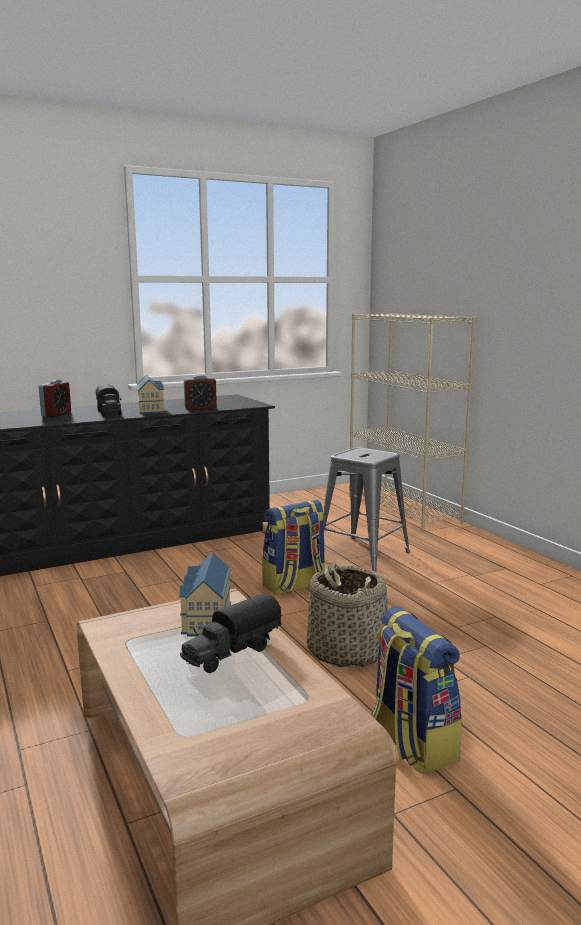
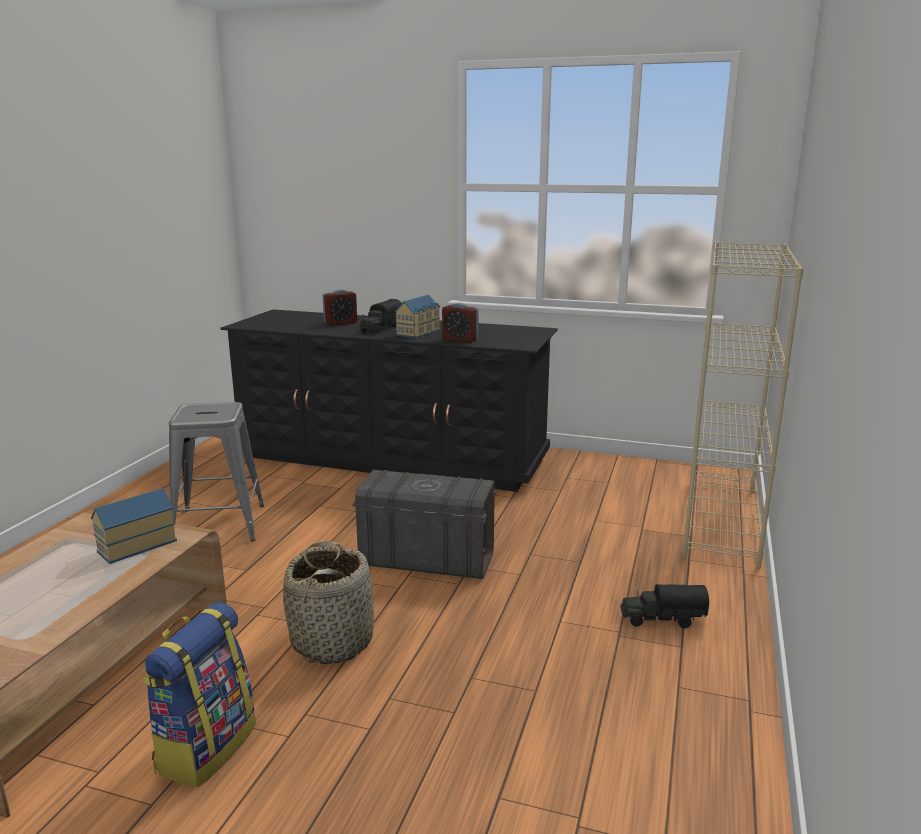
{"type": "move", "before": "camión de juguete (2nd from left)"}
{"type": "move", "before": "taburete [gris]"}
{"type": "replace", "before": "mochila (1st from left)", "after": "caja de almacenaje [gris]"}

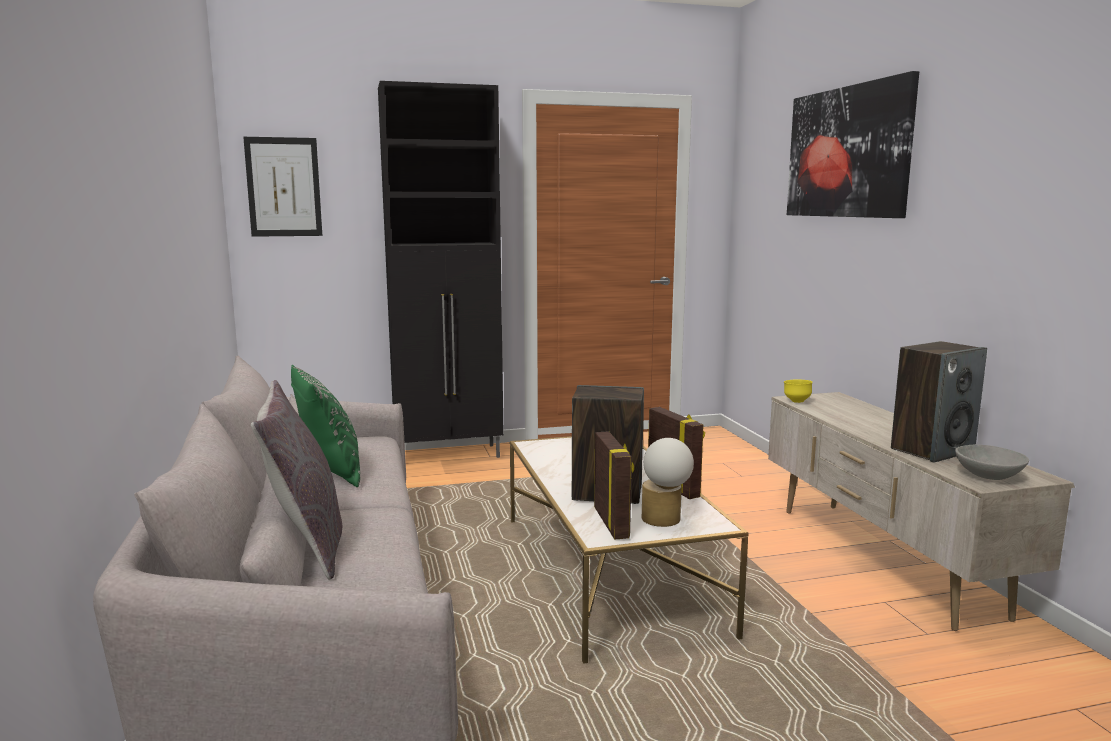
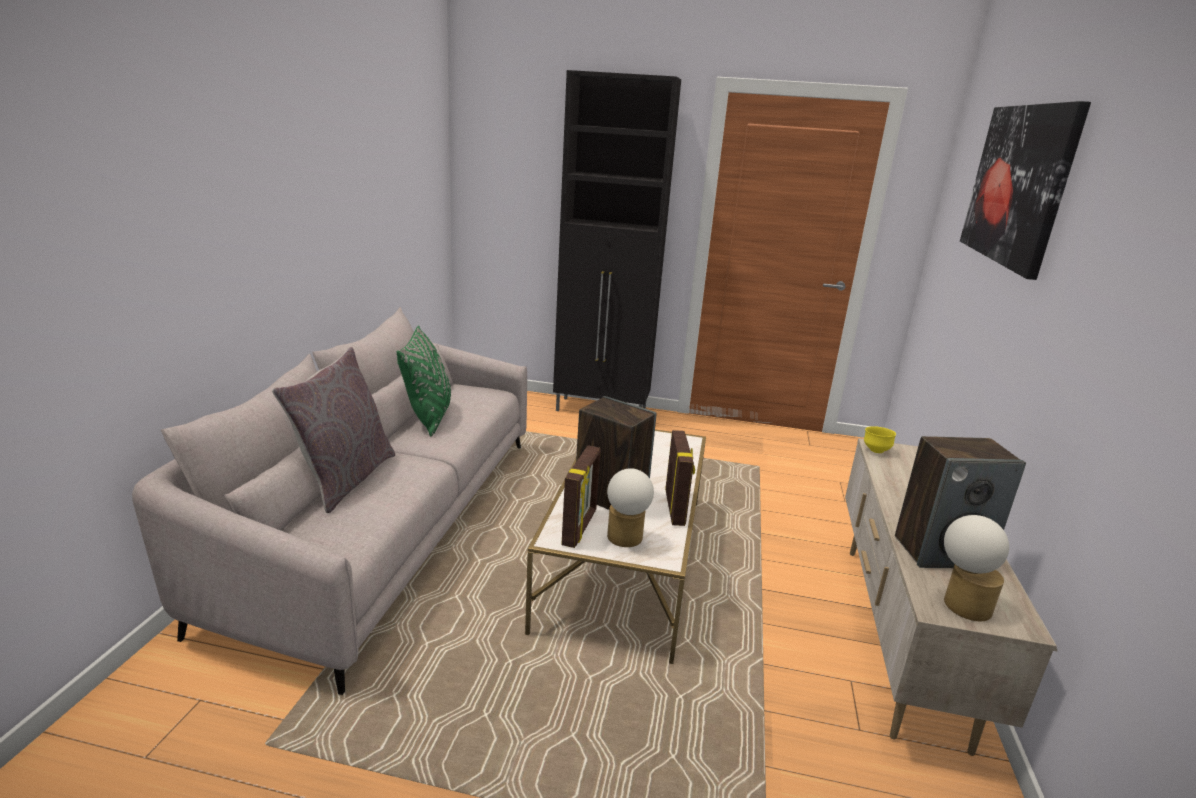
{"type": "delete", "before": "cuadro (1st from left)"}
{"type": "replace", "before": "cuenco [gris]", "after": "lámpara de mesa (2nd from left)"}

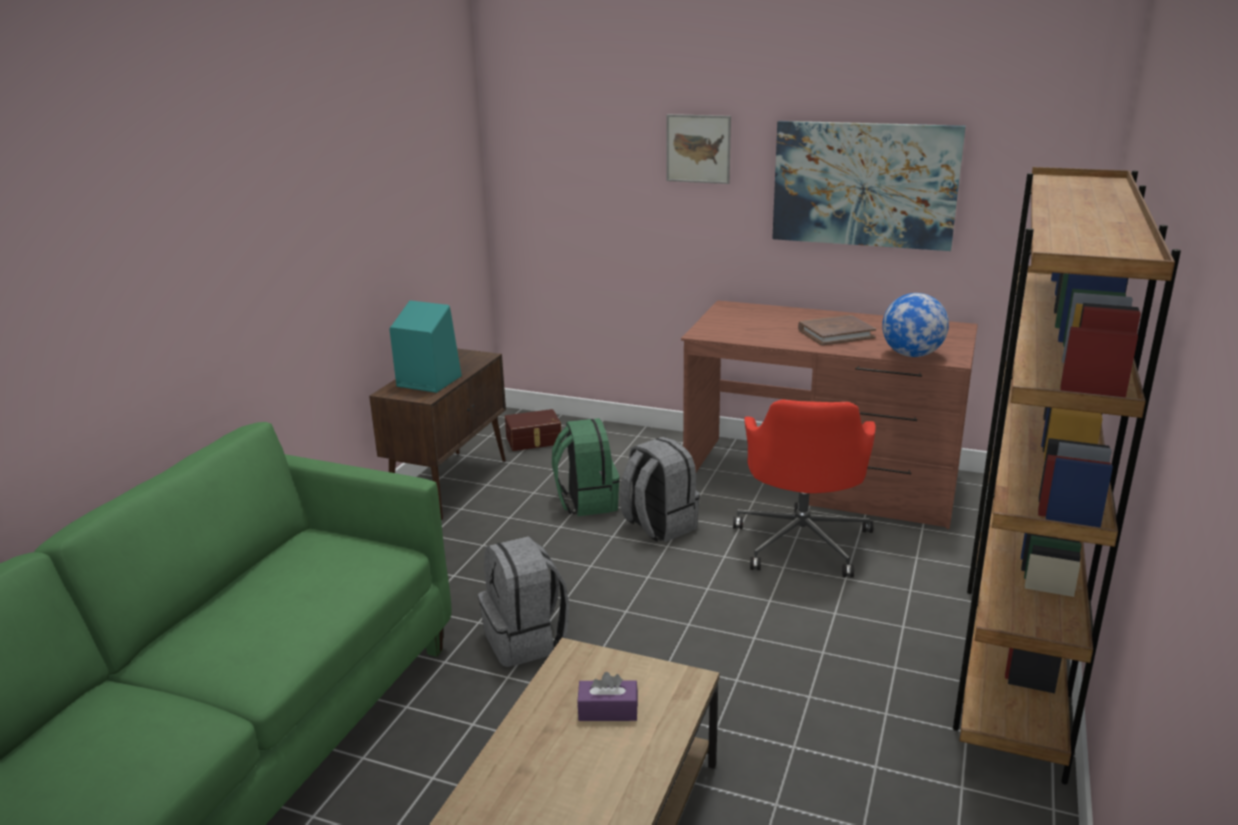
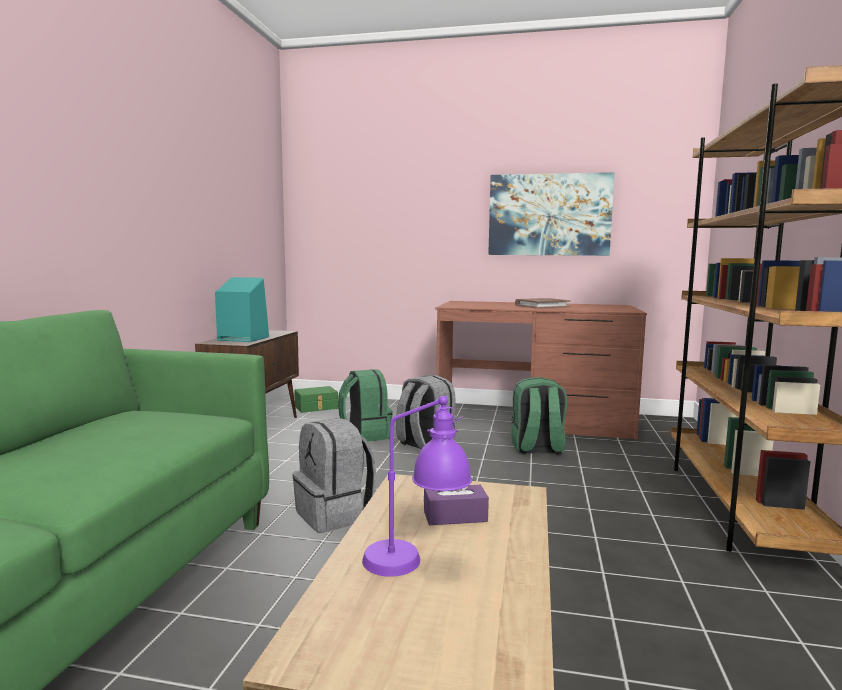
{"type": "delete", "before": "cuadro (1st from left)"}
{"type": "delete", "before": "globo terráqueo"}
{"type": "insert", "after": "lámpara de mesa [morado]"}
{"type": "replace", "before": "silla de oficina [rojo]", "after": "mochila [verde] (2nd from left)"}
{"type": "recolor", "before": "caja de almacenaje [marrón]", "after": "caja de almacenaje [verde]"}

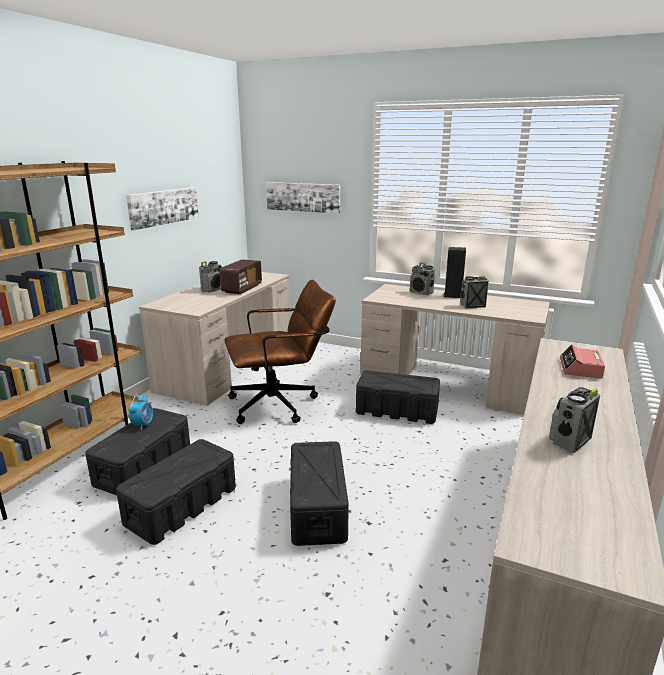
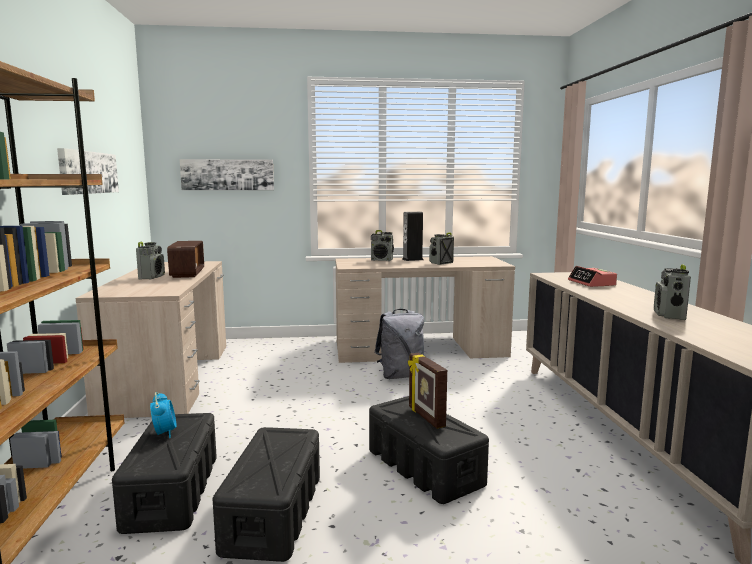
{"type": "delete", "before": "silla de oficina [marrón]"}
{"type": "insert", "after": "portarretratos"}
{"type": "replace", "before": "caja de almacenaje [negro] (4th from left)", "after": "mochila [gris]"}

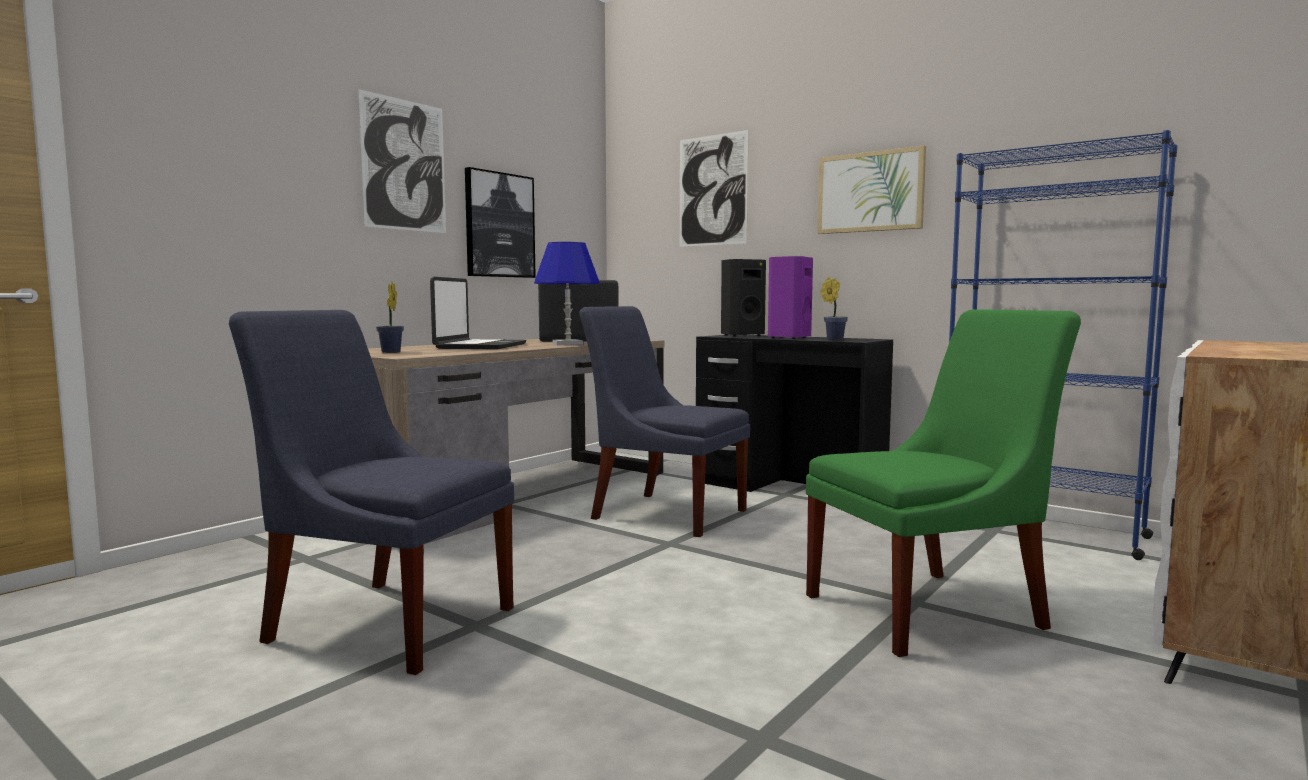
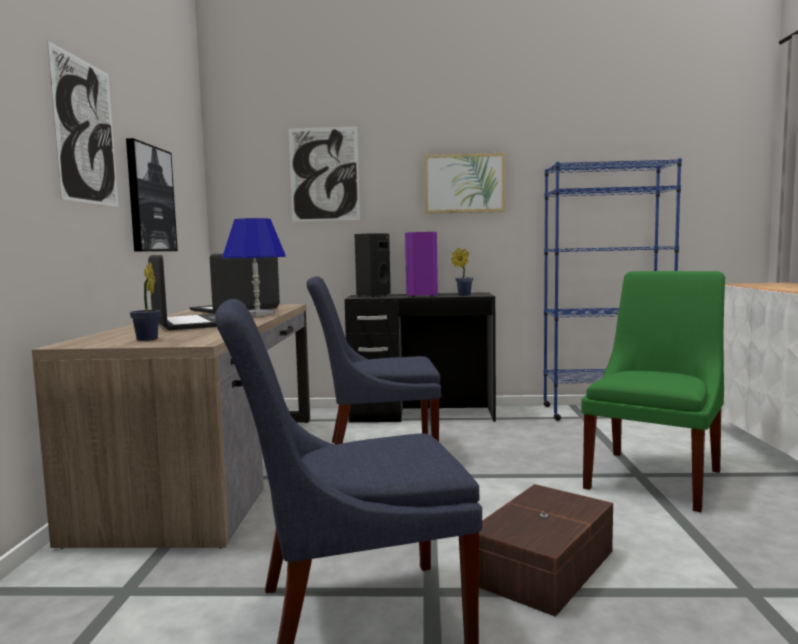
{"type": "insert", "after": "caja de almacenaje [marrón]"}

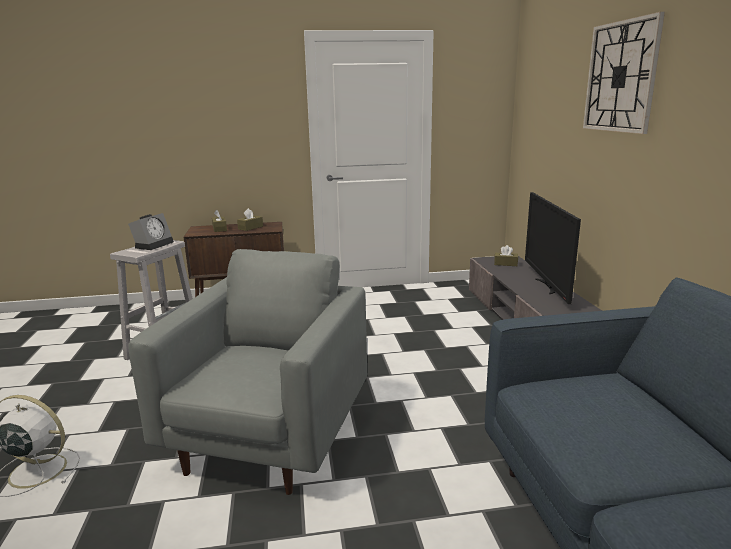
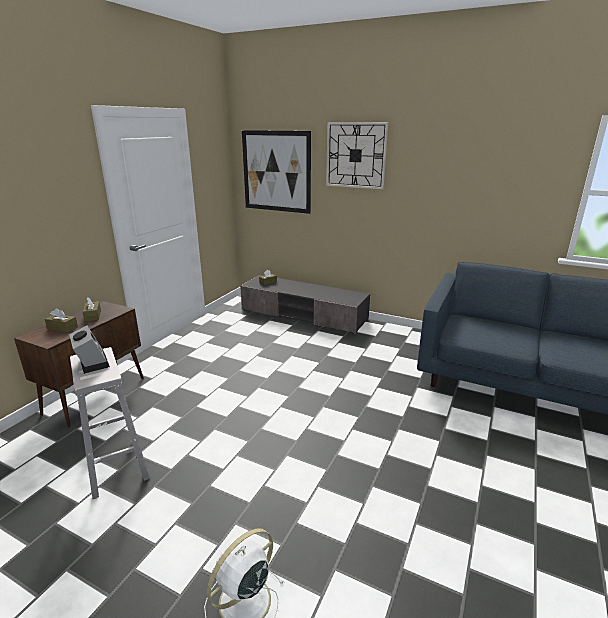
{"type": "delete", "before": "sillón [gris]"}
{"type": "delete", "before": "televisor"}
{"type": "insert", "after": "cuadro"}

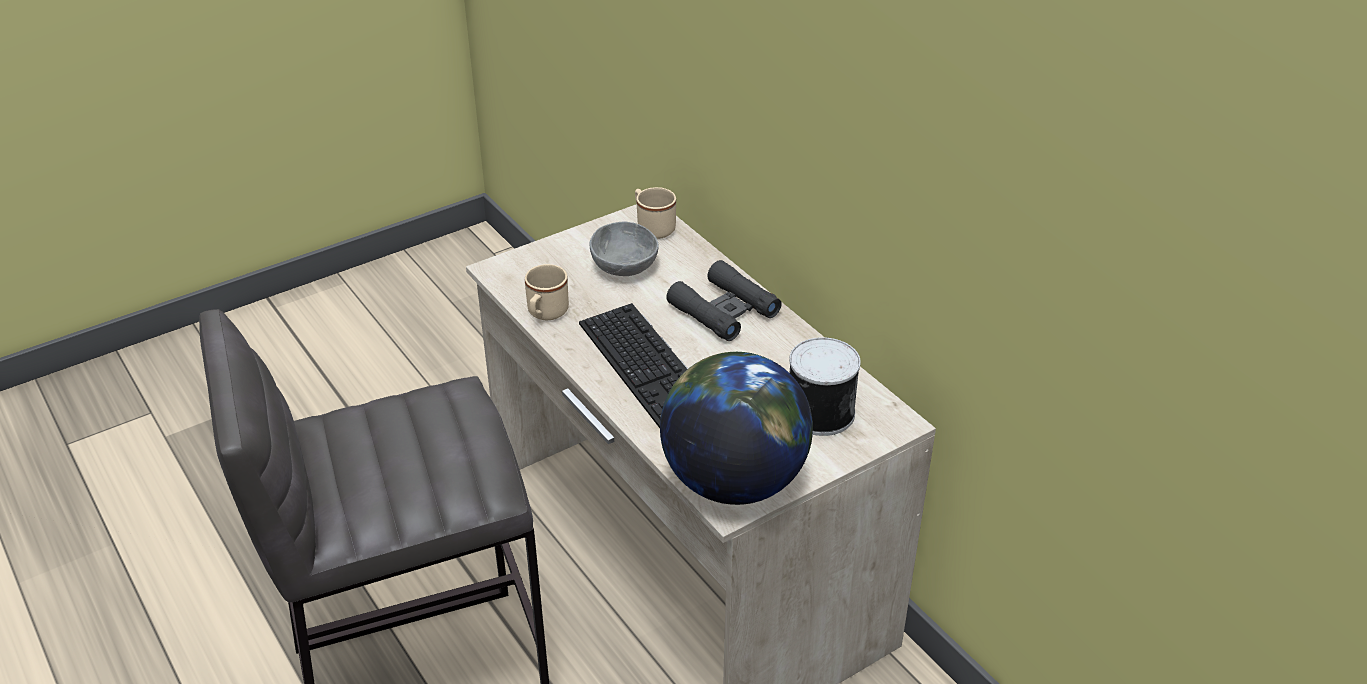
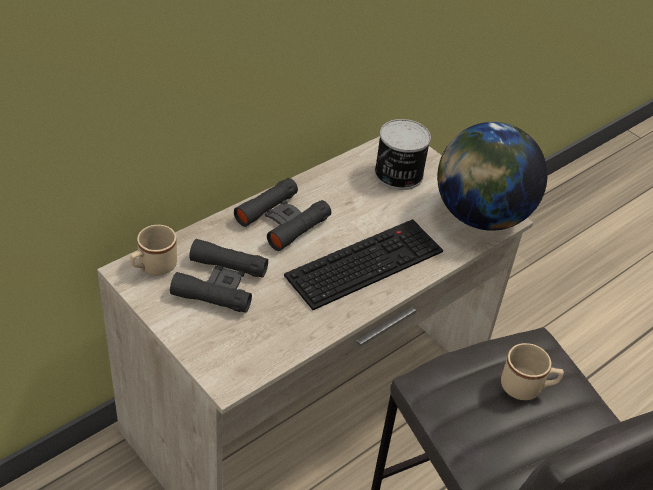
{"type": "move", "before": "taza grande [beis] (1st from left in the first image)", "after": "taza grande [beis] (2nd from left)"}
{"type": "replace", "before": "cuenco [gris]", "after": "prismáticos [negro] (1st from left)"}

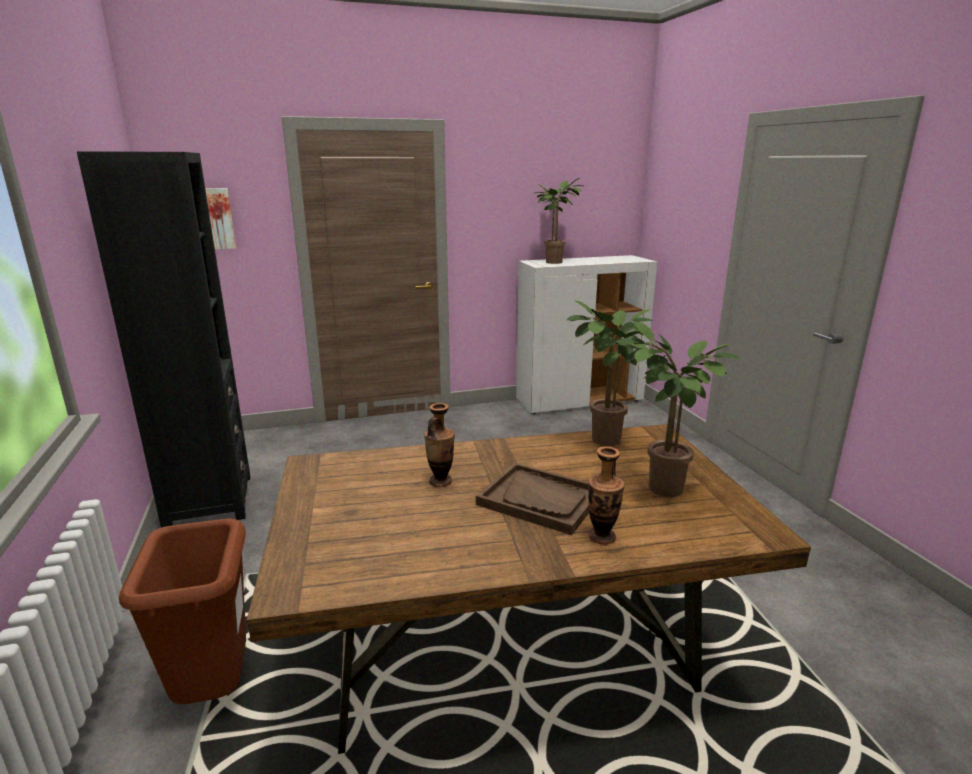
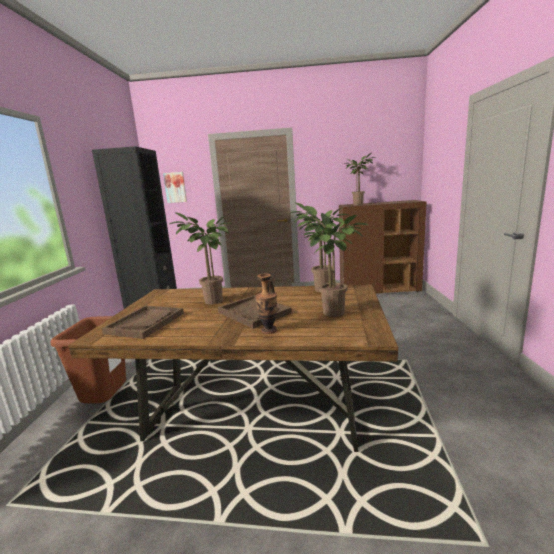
{"type": "insert", "after": "bandeja [marrón] (1st from left)"}
{"type": "replace", "before": "florero (1st from left)", "after": "planta en maceta (1st from left)"}
{"type": "recolor", "before": "armario [blanco]", "after": "armario [marrón]"}

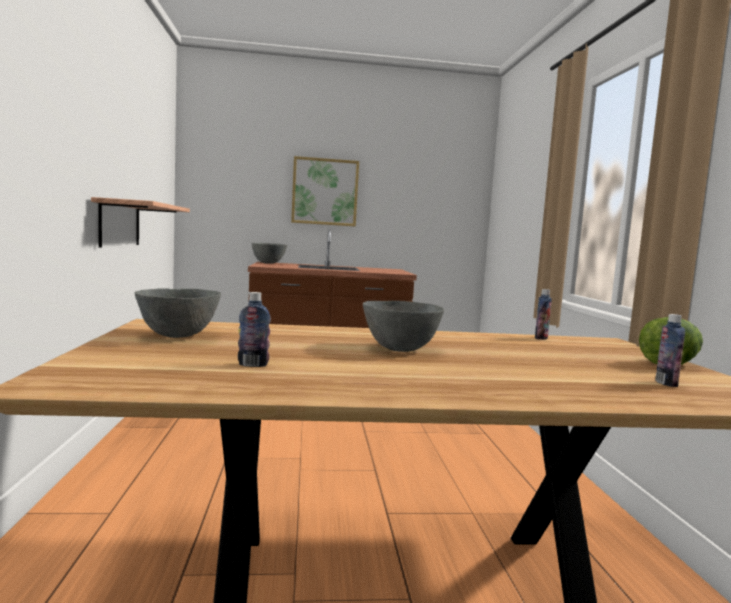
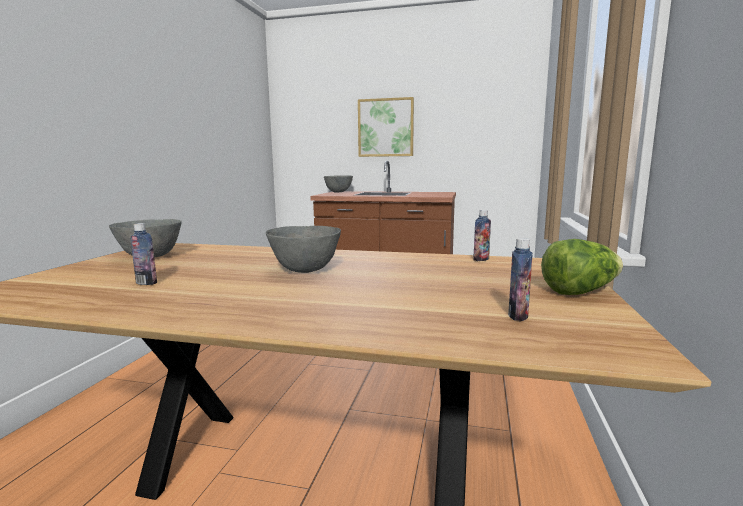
{"type": "delete", "before": "estante"}

